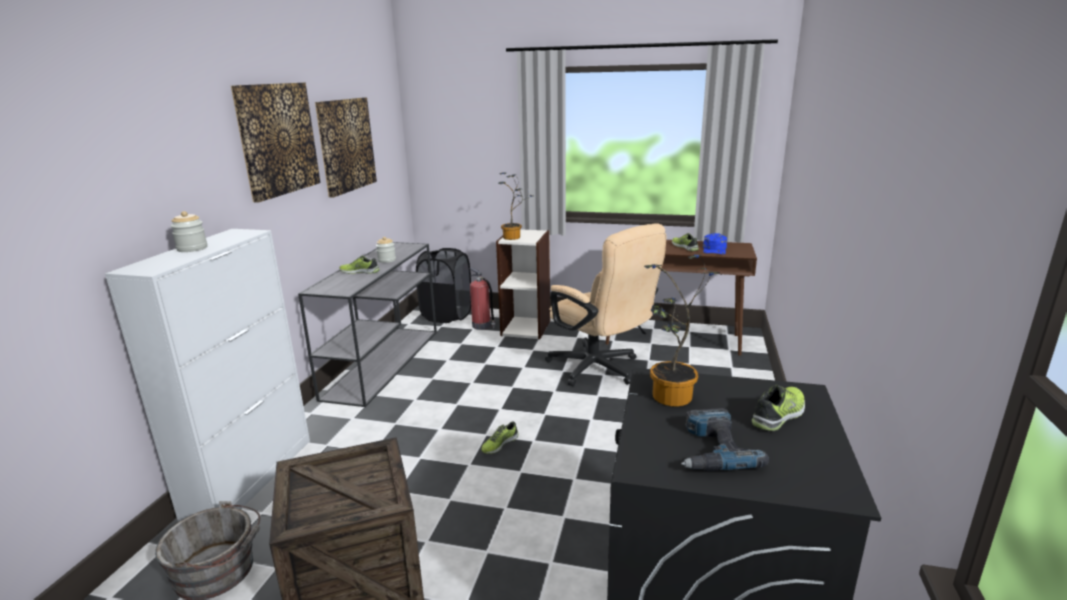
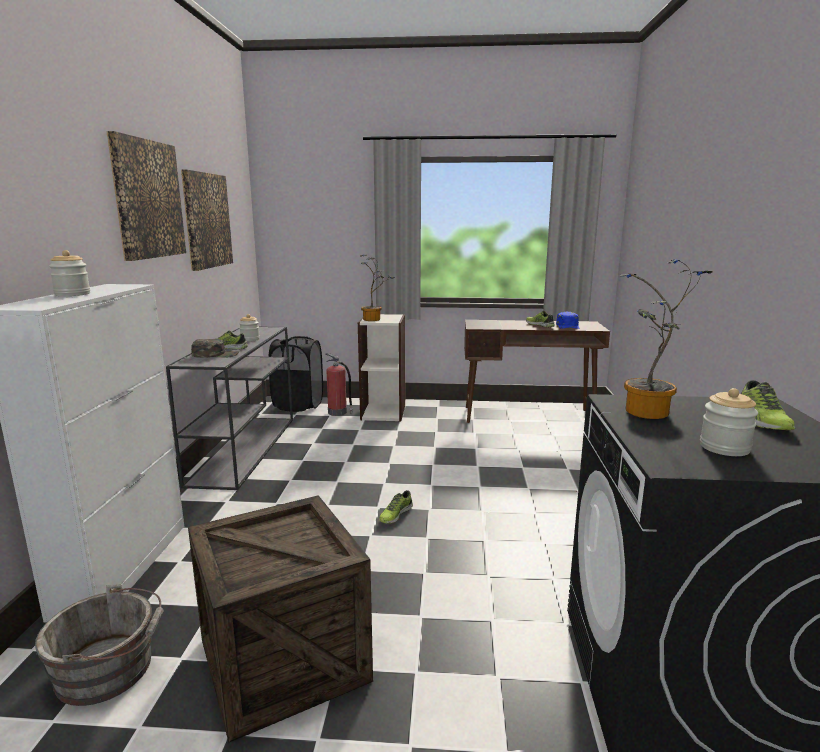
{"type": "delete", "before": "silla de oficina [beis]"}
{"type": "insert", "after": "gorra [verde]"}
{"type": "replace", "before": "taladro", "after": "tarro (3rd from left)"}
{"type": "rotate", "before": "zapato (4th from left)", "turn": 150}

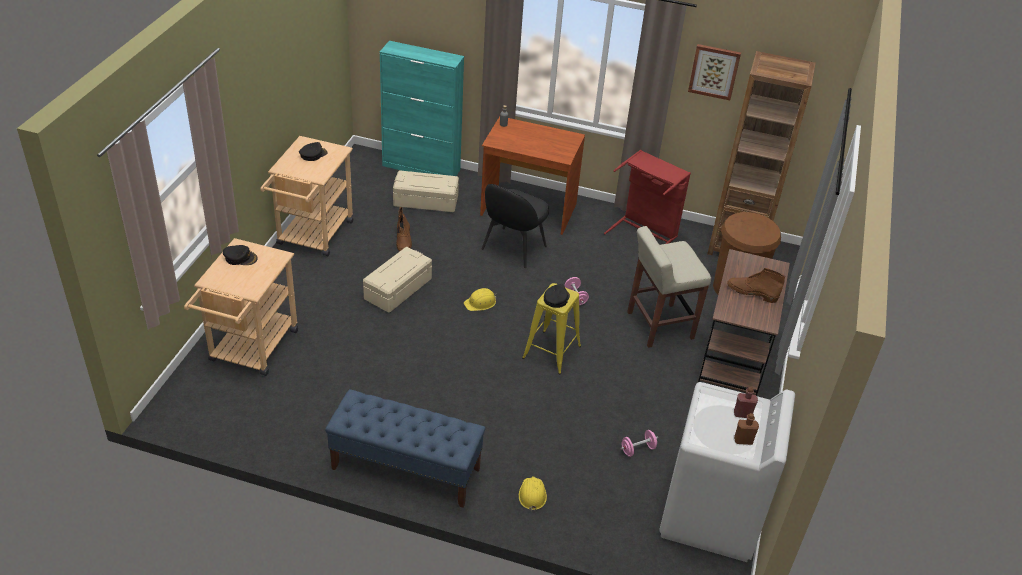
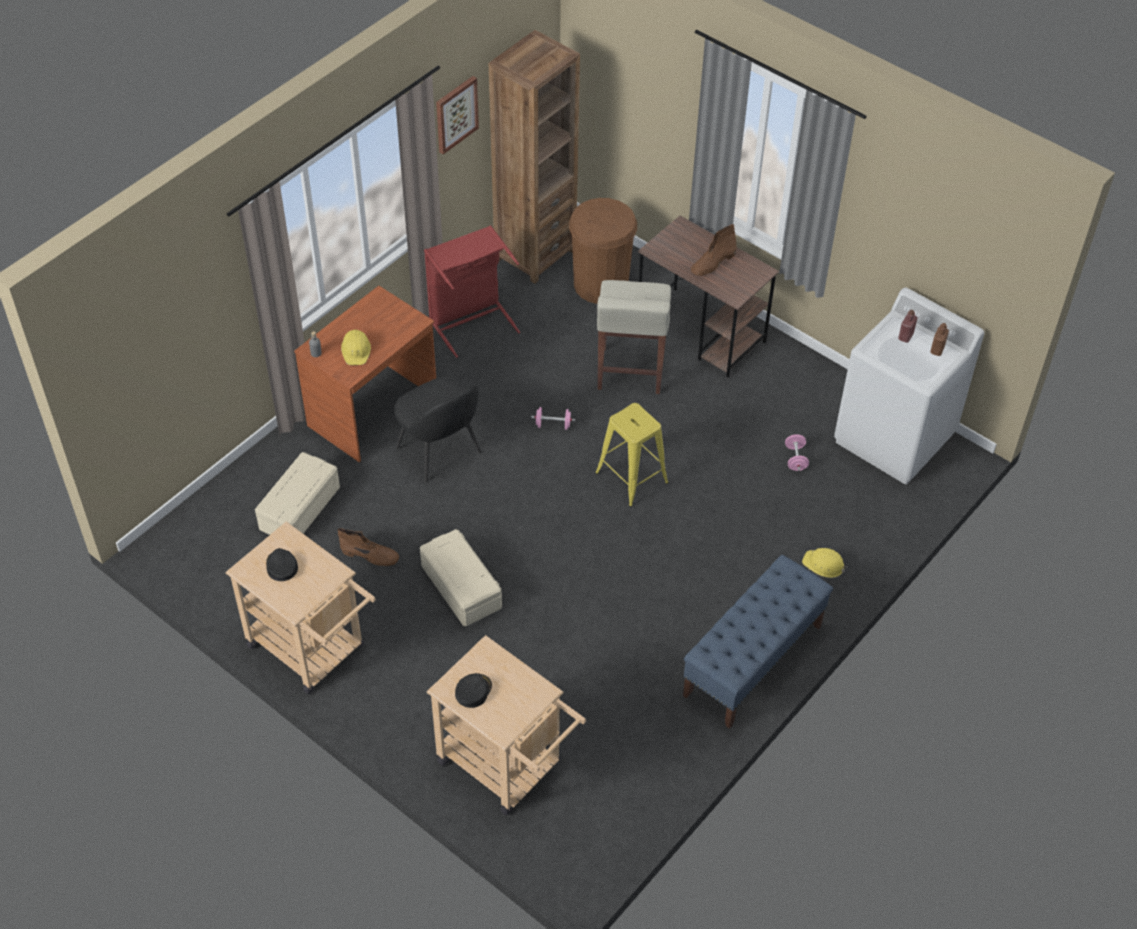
{"type": "delete", "before": "armario [turquesa]"}
{"type": "delete", "before": "gorra [negro] (3rd from left)"}
{"type": "move", "before": "casco [amarillo] (1st from left)"}

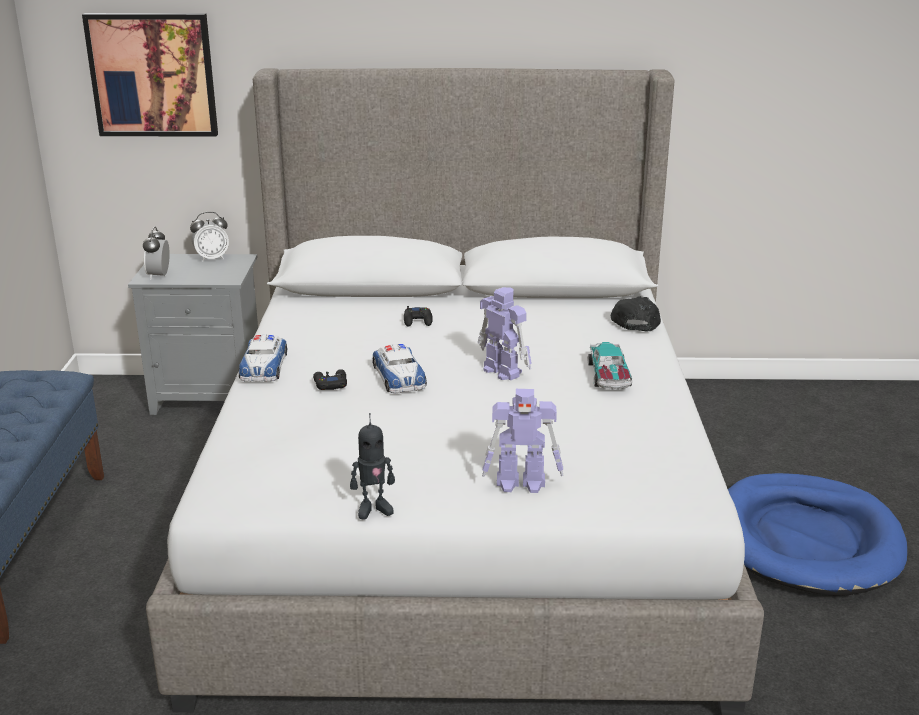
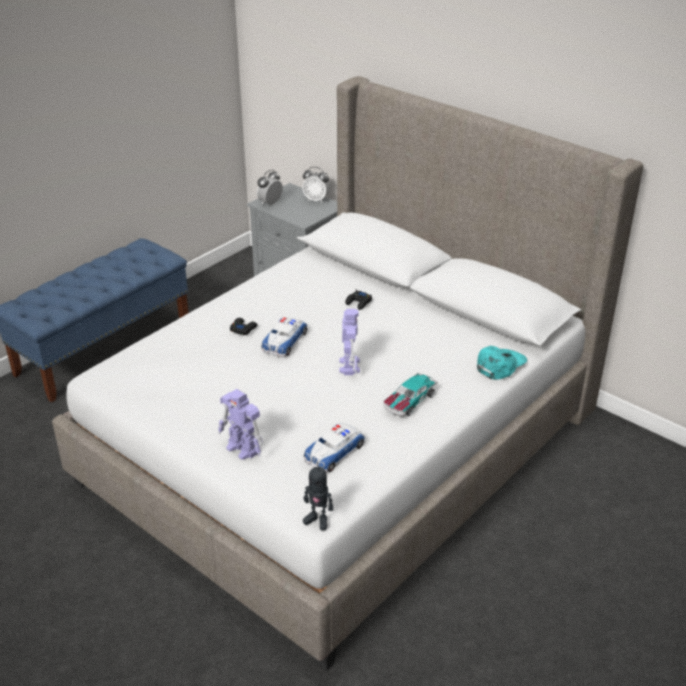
{"type": "delete", "before": "cuadro"}
{"type": "delete", "before": "cama para perro [azul]"}
{"type": "move", "before": "coche de juguete (1st from left in the first image)", "after": "coche de juguete (2nd from left)"}
{"type": "move", "before": "robot de juguete (1st from left in the first image)", "after": "robot de juguete (2nd from left)"}
{"type": "recolor", "before": "gorra [negro]", "after": "gorra [turquesa]"}

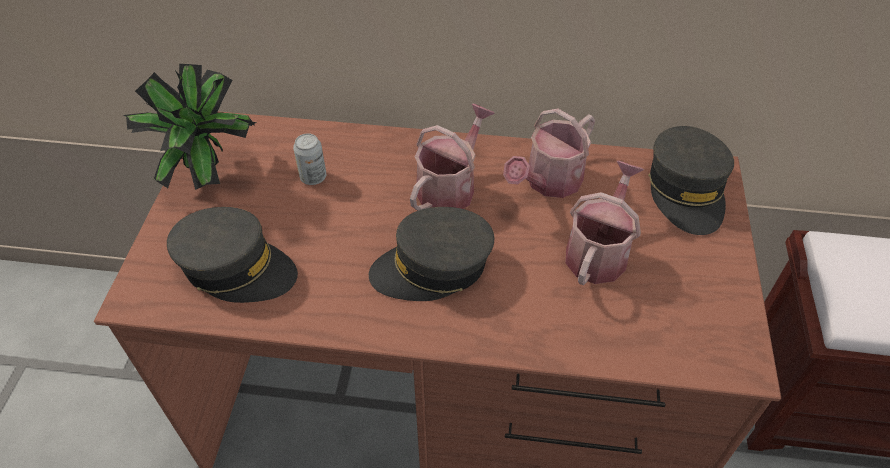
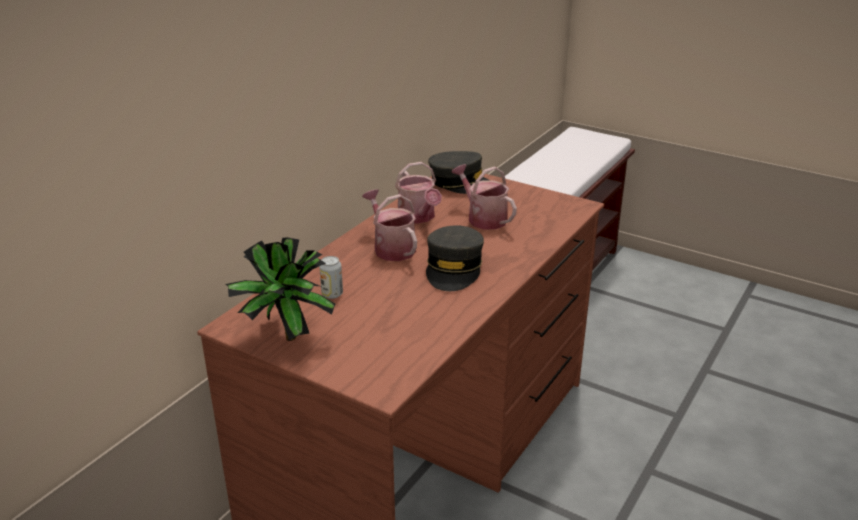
{"type": "delete", "before": "gorra [gris] (1st from left)"}

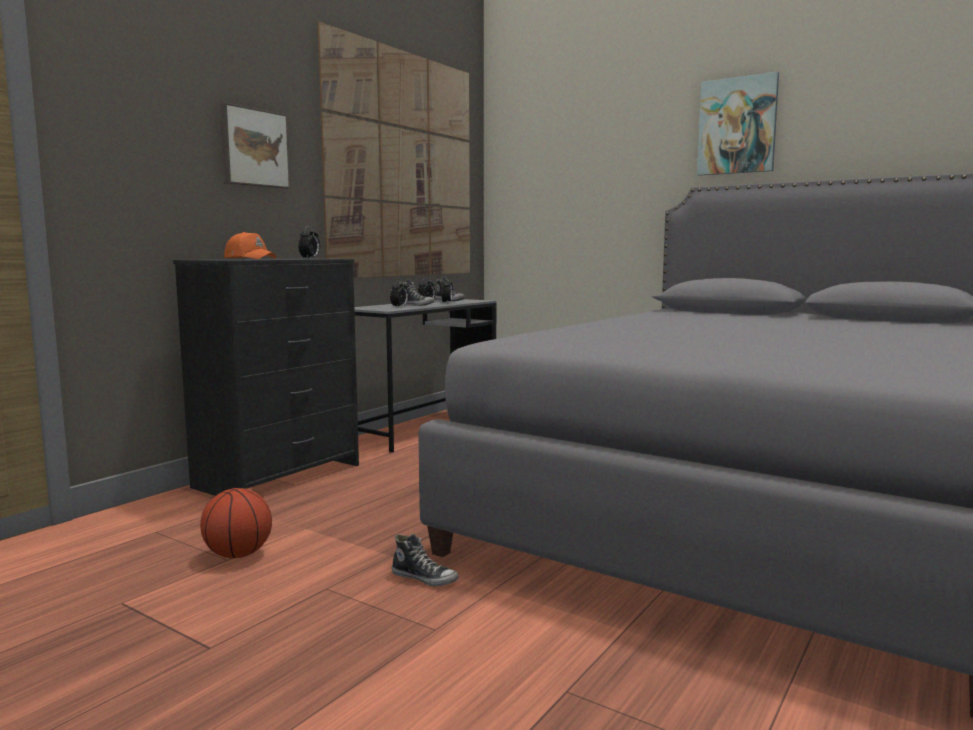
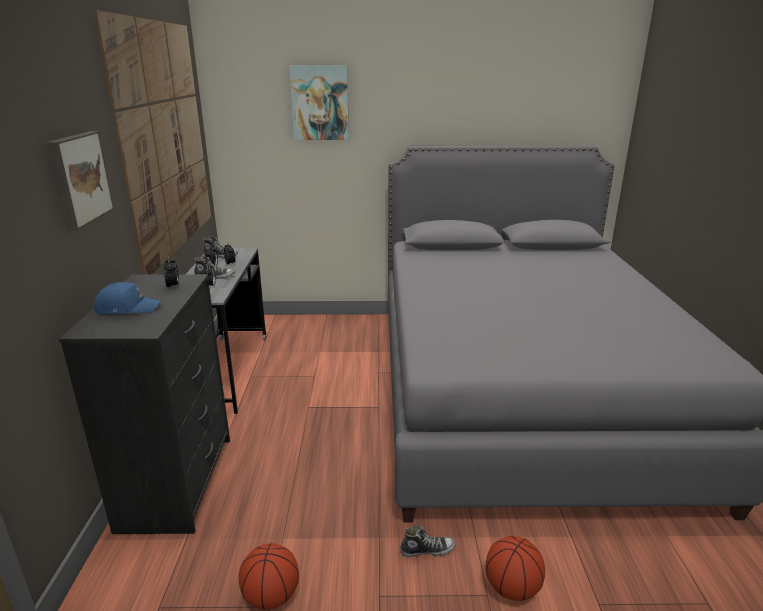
{"type": "insert", "after": "balón de baloncesto (2nd from left)"}
{"type": "move", "before": "cuadro (3rd from left)"}
{"type": "recolor", "before": "gorra [naranja]", "after": "gorra [azul]"}

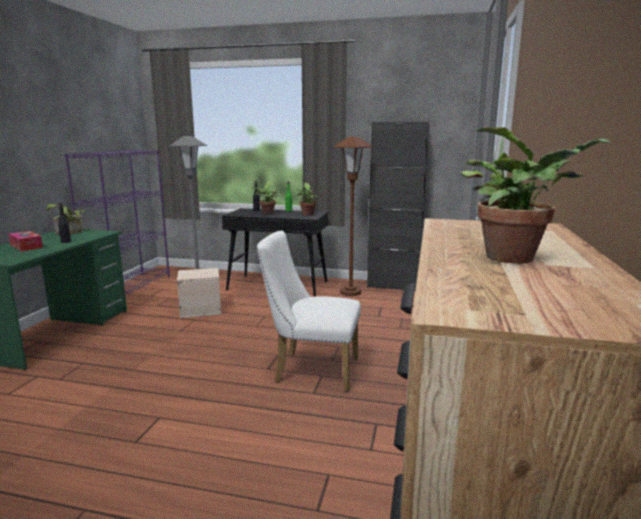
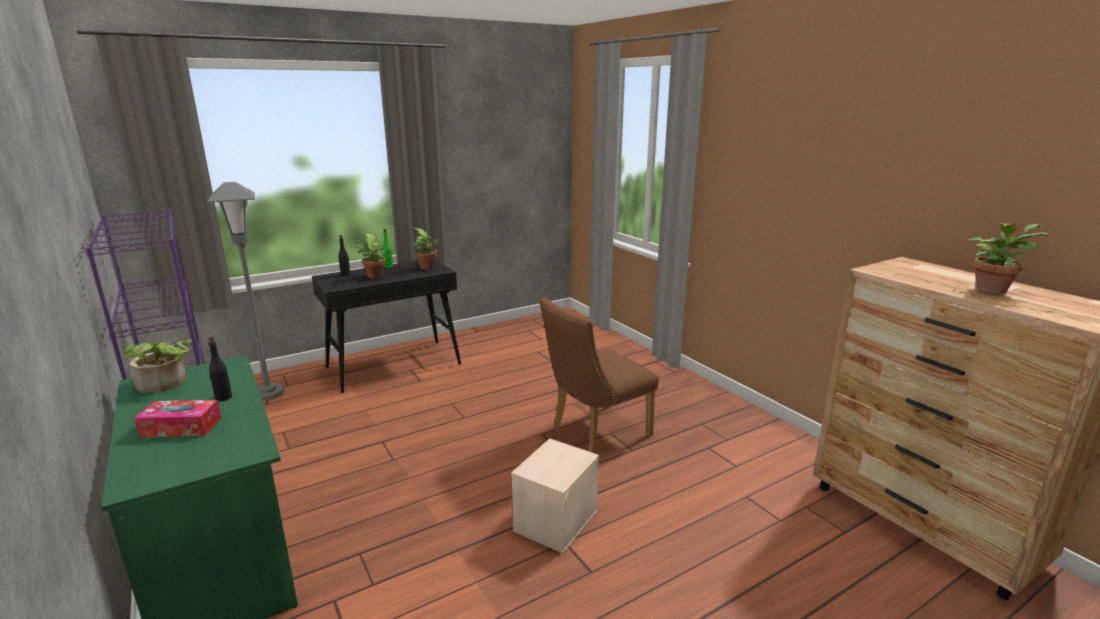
{"type": "delete", "before": "lámpara de pie [marrón]"}
{"type": "delete", "before": "armario [negro]"}
{"type": "move", "before": "caja de almacenaje [beis]"}
{"type": "recolor", "before": "silla [blanco]", "after": "silla [marrón]"}

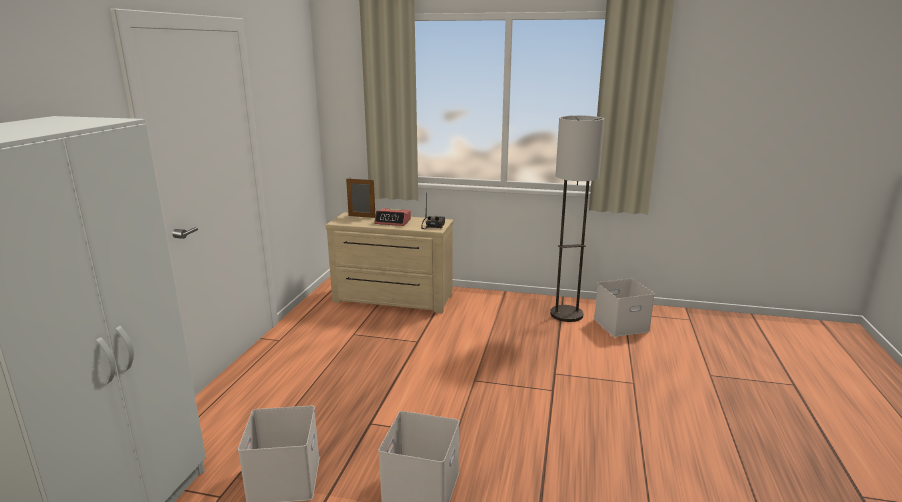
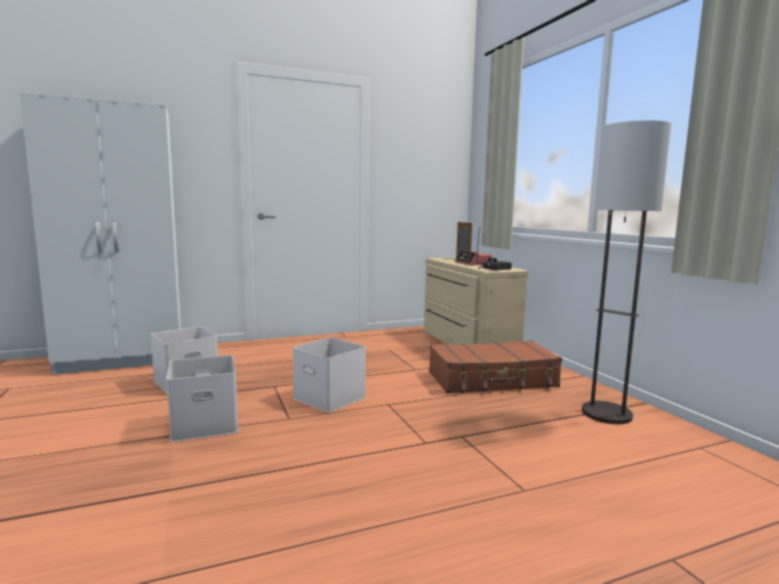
{"type": "insert", "after": "maleta [marrón]"}
{"type": "move", "before": "caja de almacenaje [blanco] (3rd from left)"}

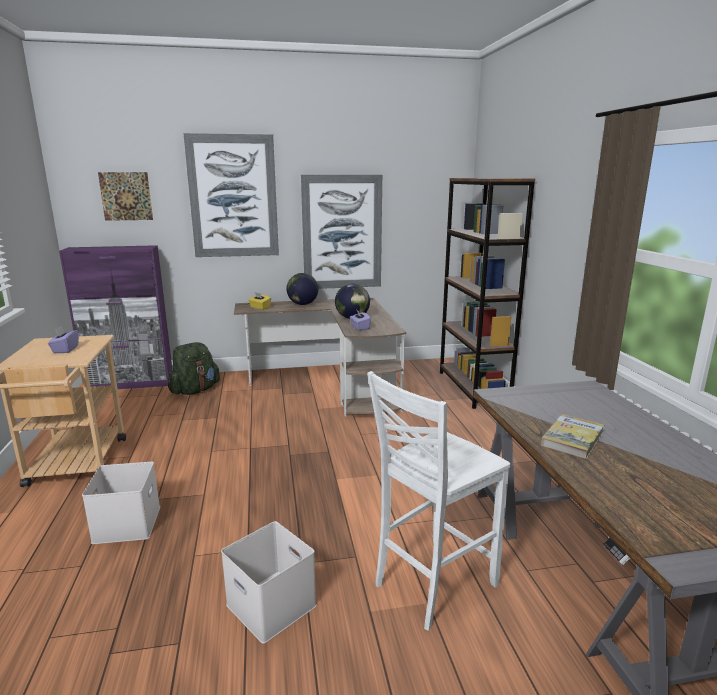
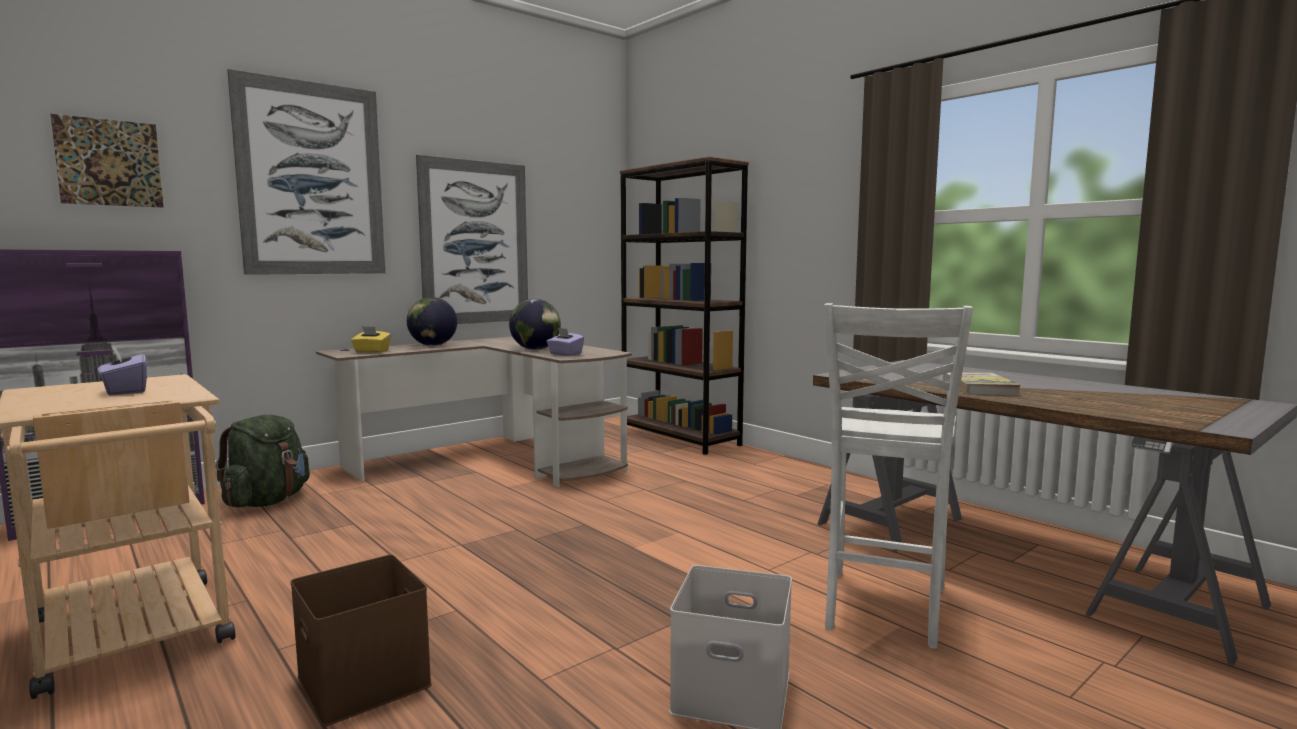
{"type": "recolor", "before": "caja de almacenaje [blanco] (1st from left)", "after": "caja de almacenaje [marrón]"}

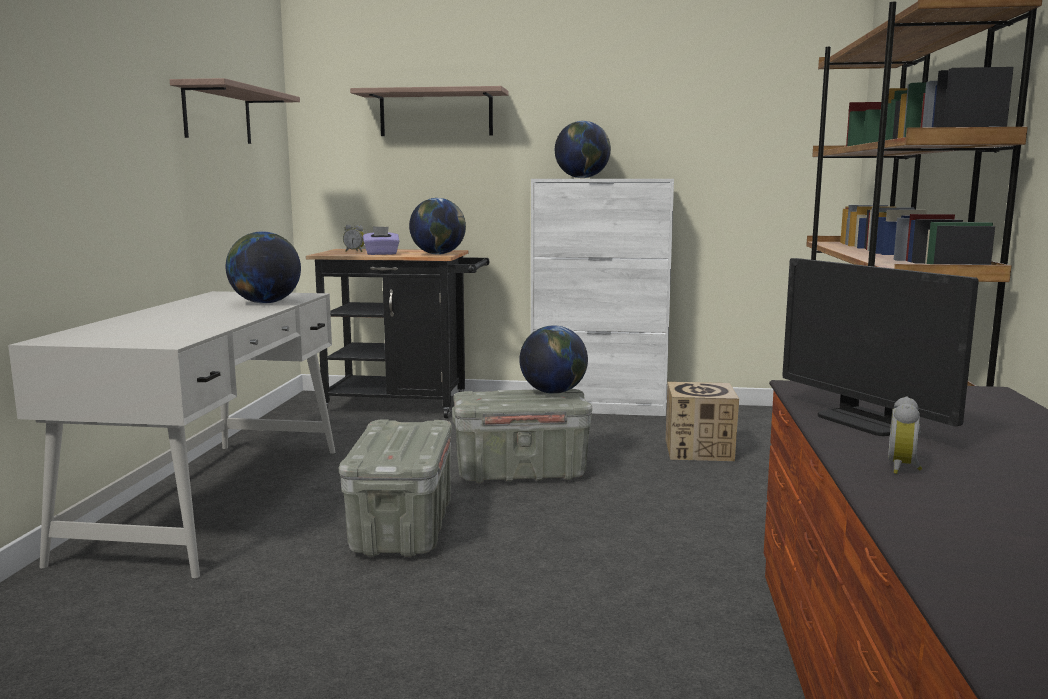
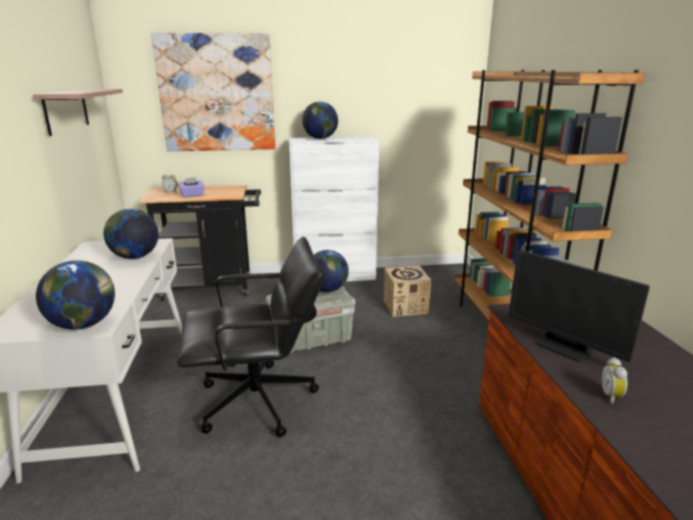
{"type": "move", "before": "globo terráqueo (2nd from left in the first image)", "after": "globo terráqueo (1st from left)"}
{"type": "replace", "before": "caja de almacenaje [gris] (1st from left)", "after": "silla de oficina [negro]"}
{"type": "replace", "before": "estante (2nd from left)", "after": "cuadro"}

